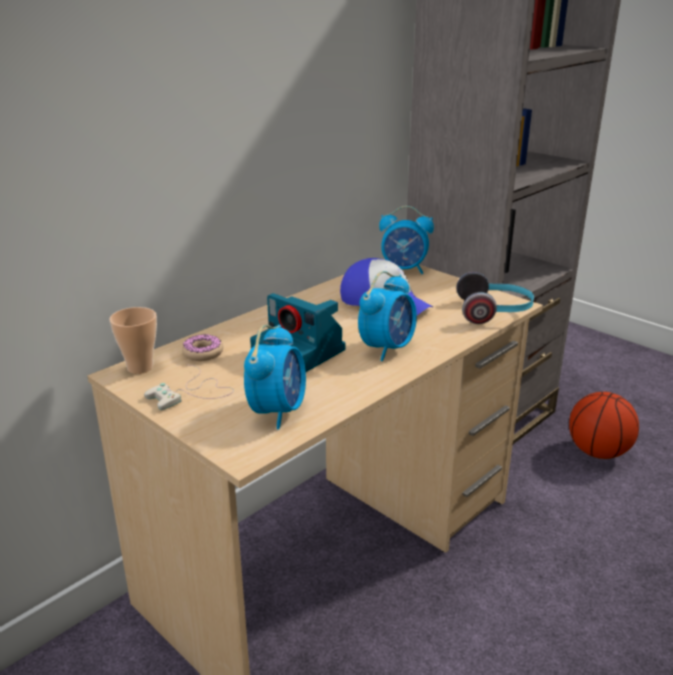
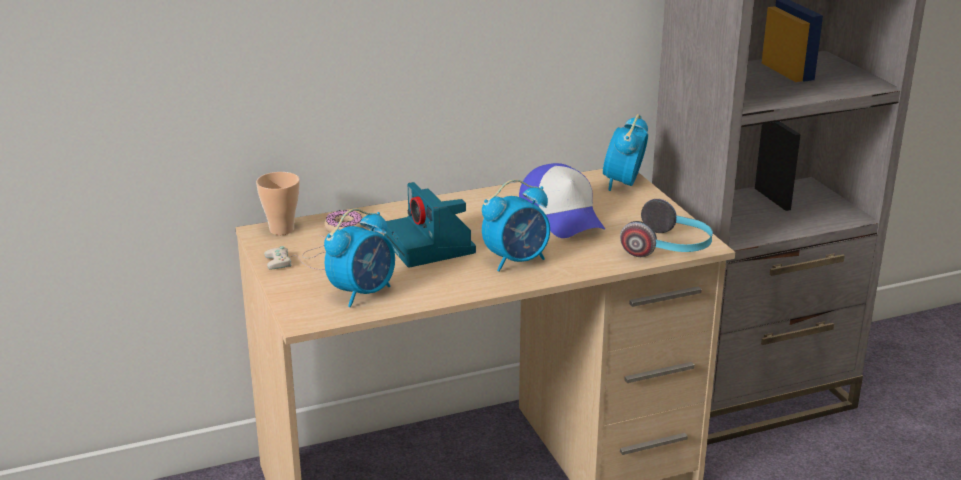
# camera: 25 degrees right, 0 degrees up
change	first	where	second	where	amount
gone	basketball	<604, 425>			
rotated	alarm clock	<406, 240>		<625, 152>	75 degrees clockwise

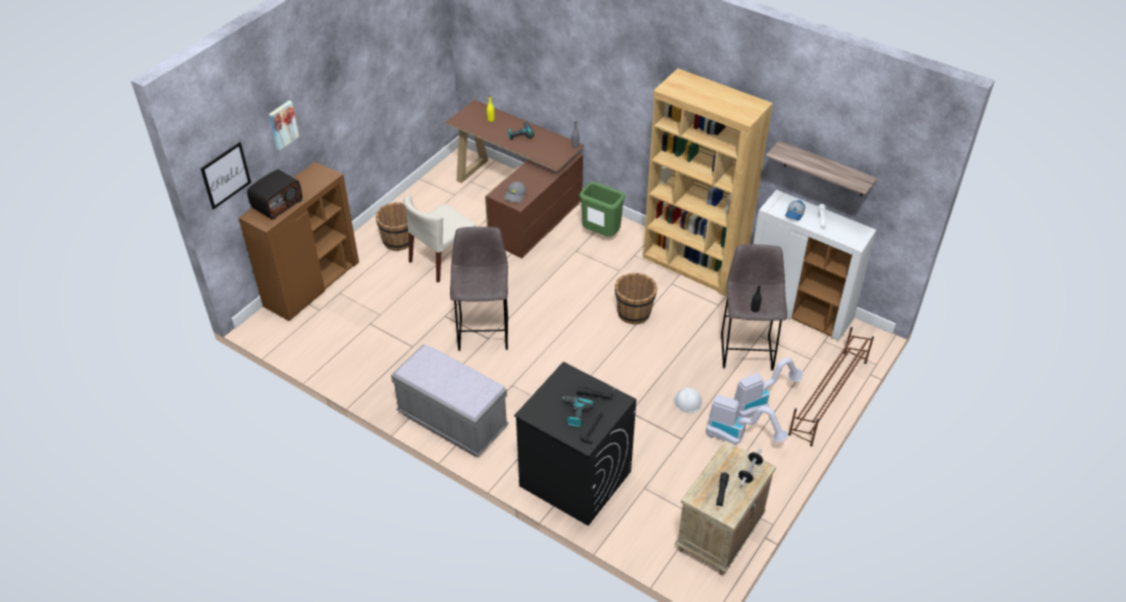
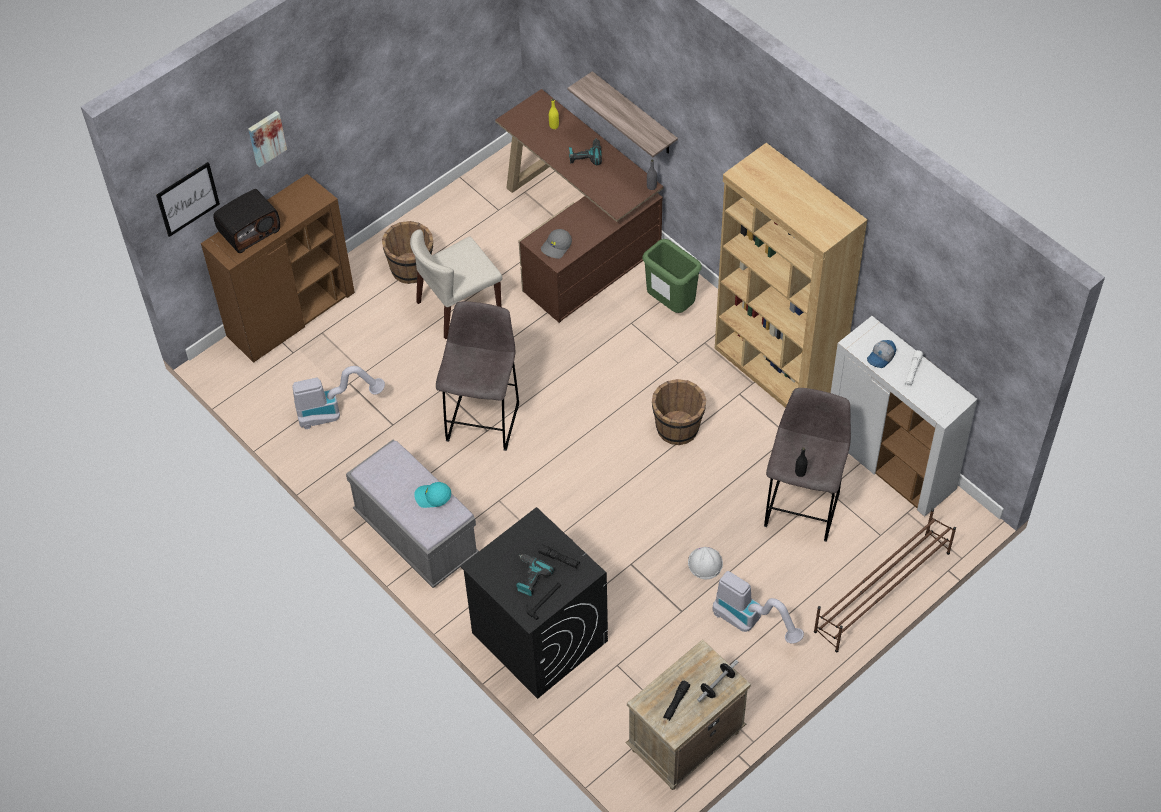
# camera: 15 degrees right, 10 degrees up
change	first	where	second	where	amount
new			turquoise cap	<432, 495>	
shifted	vacuum cleaner	<767, 387>		<338, 397>	
shifted	shelf	<822, 168>		<623, 114>	

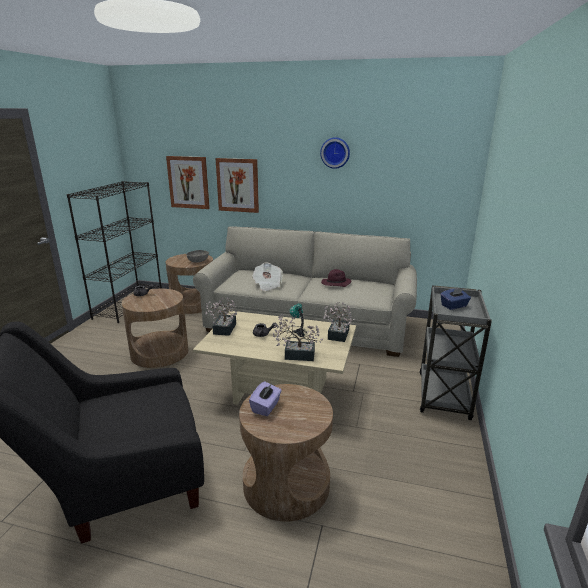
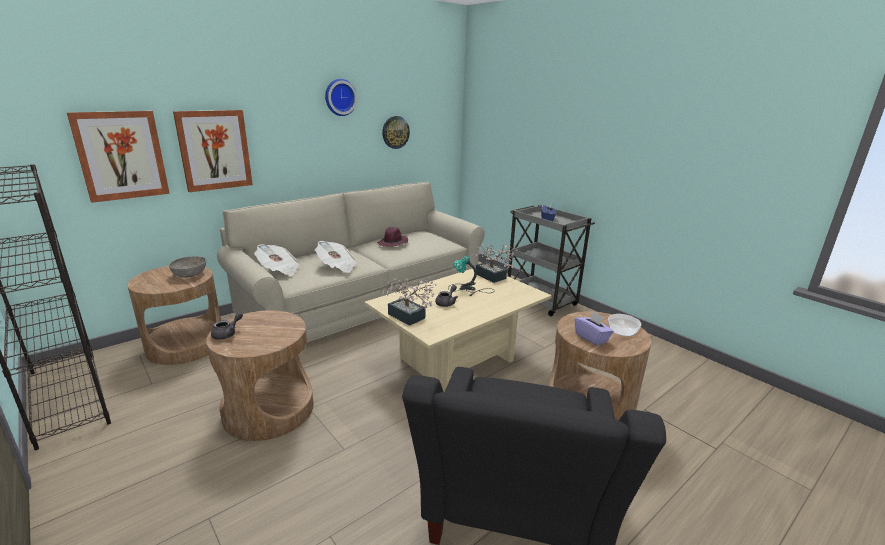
# camera: 55 degrees left, 0 degrees up
change	first	where	second	where	amount
gone	potted plant	<298, 337>			
new			newspaper	<277, 260>	
new			wall clock	<396, 132>	
new			bowl	<624, 325>	

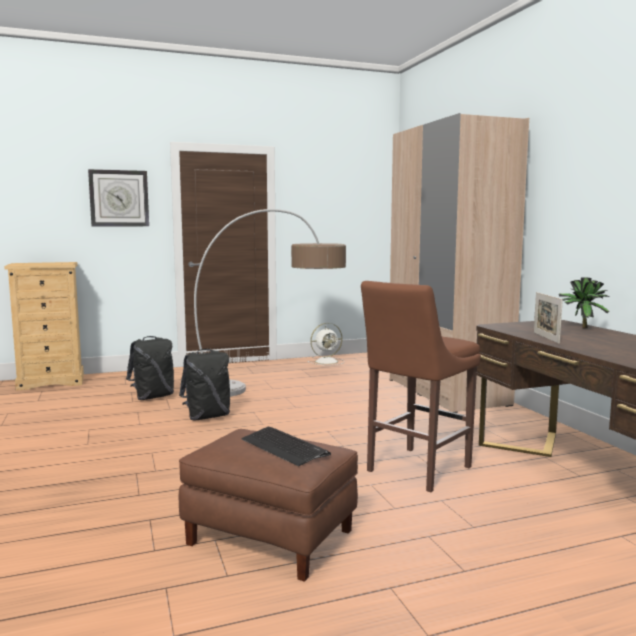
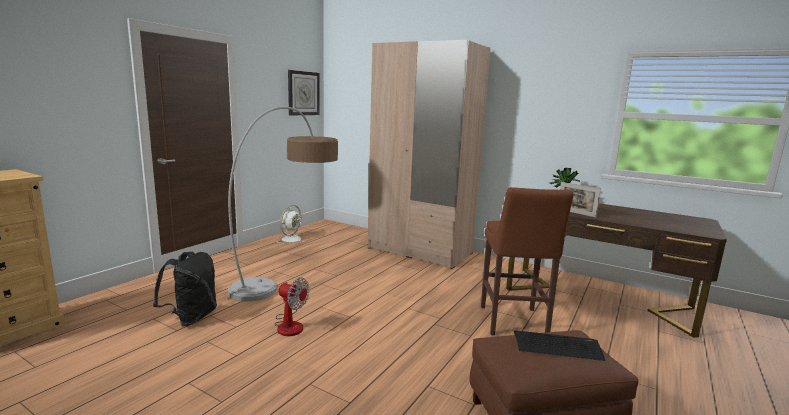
# camera: 40 degrees left, 5 degrees up
change	first	where	second	where	amount
shifted	wall clock	<118, 197>		<304, 92>	
swapped	black backpack	<204, 385>	fan	<291, 306>	

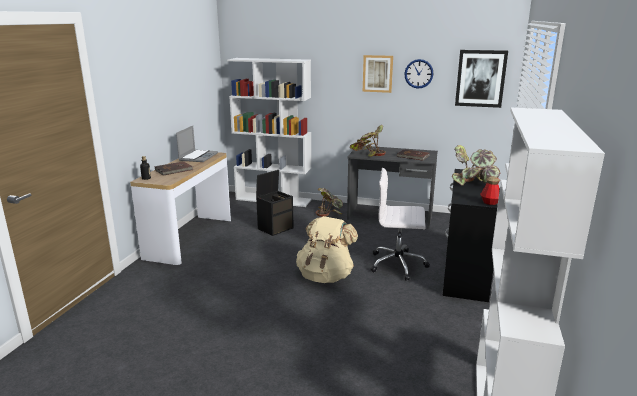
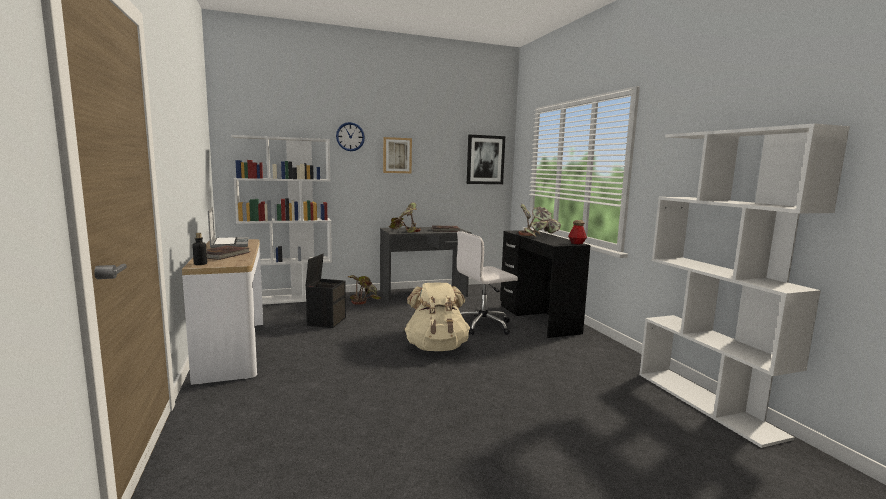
# camera: 35 degrees left, 10 degrees down
change	first	where	second	where	amount
shifted	wall clock	<419, 74>		<350, 136>	

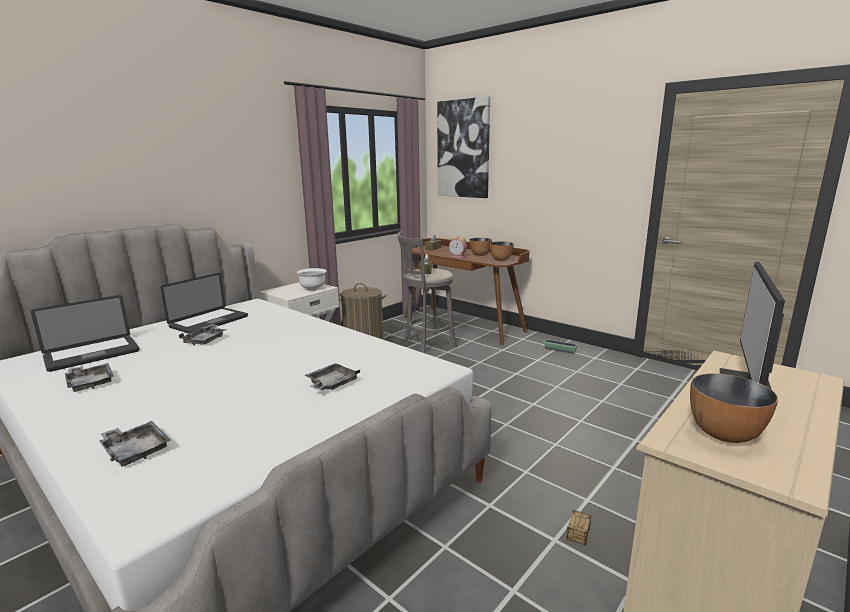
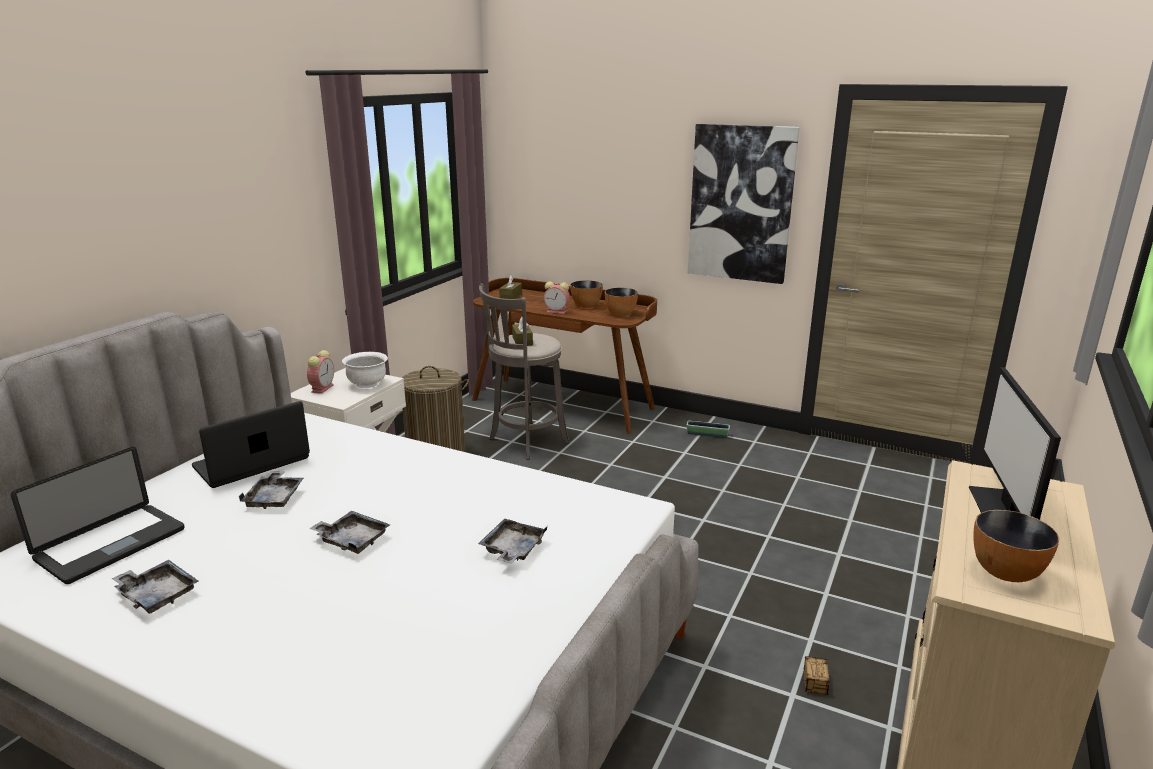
# camera: 15 degrees left, 5 degrees up
change	first	where	second	where	amount
new			alarm clock	<320, 372>	
shifted	grey tray	<135, 444>		<349, 532>	
shifted	picture	<463, 147>		<744, 204>	
rotated	laptop	<204, 303>		<251, 444>	150 degrees counterclockwise

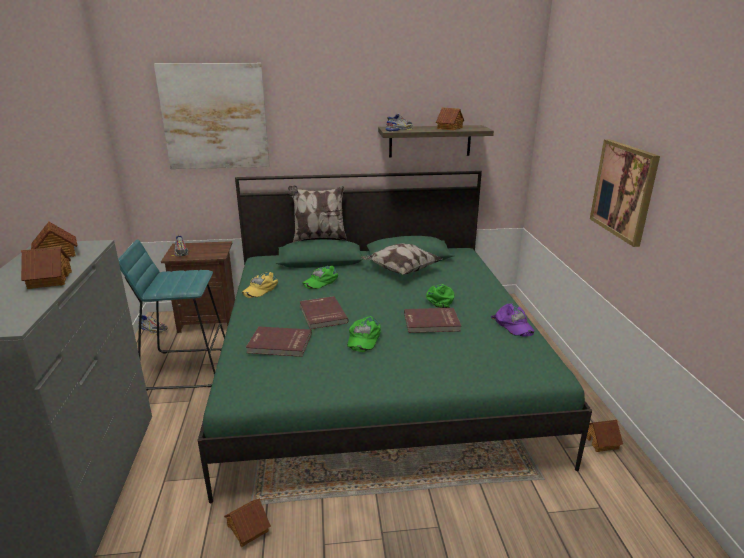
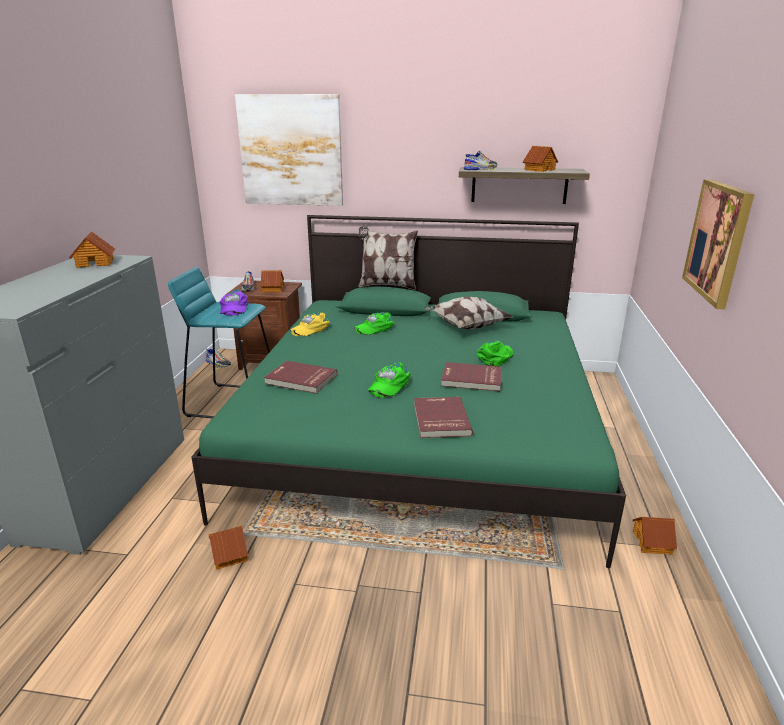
# camera: 15 degrees right, 0 degrees up
change	first	where	second	where	amount
shifted	toy house	<46, 268>		<272, 281>	
shifted	red book	<324, 312>		<443, 417>	
shifted	purple cap	<513, 320>		<233, 302>	

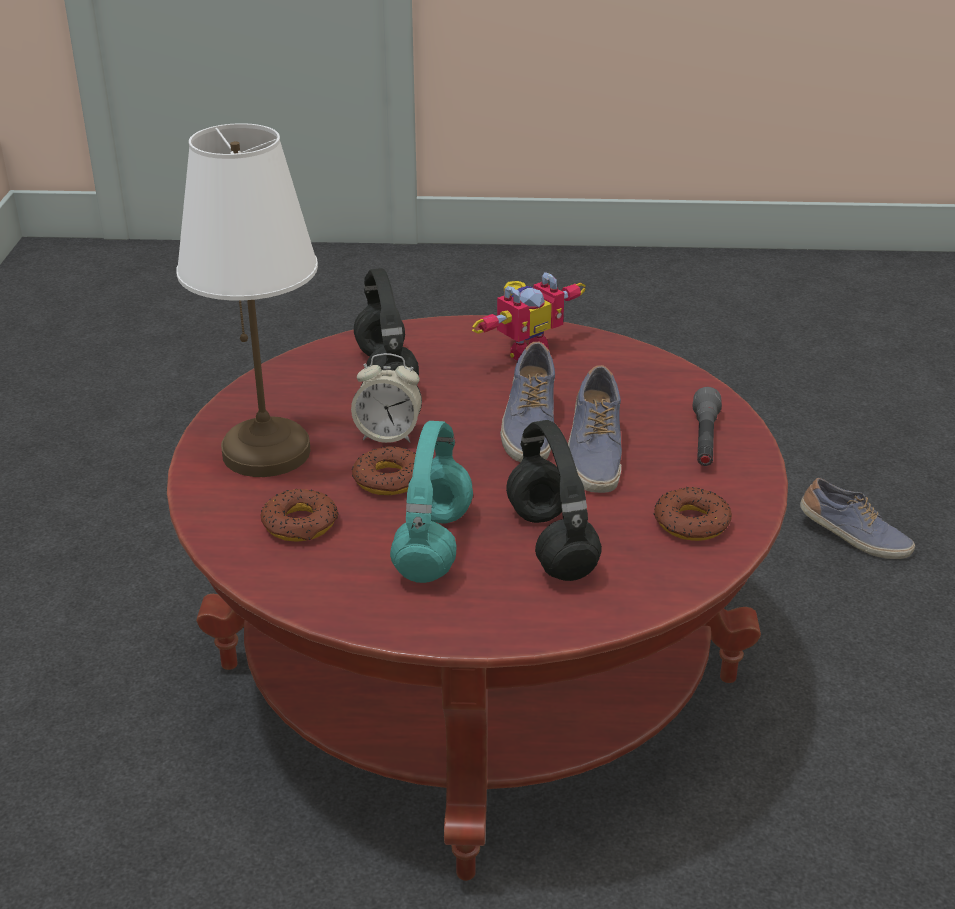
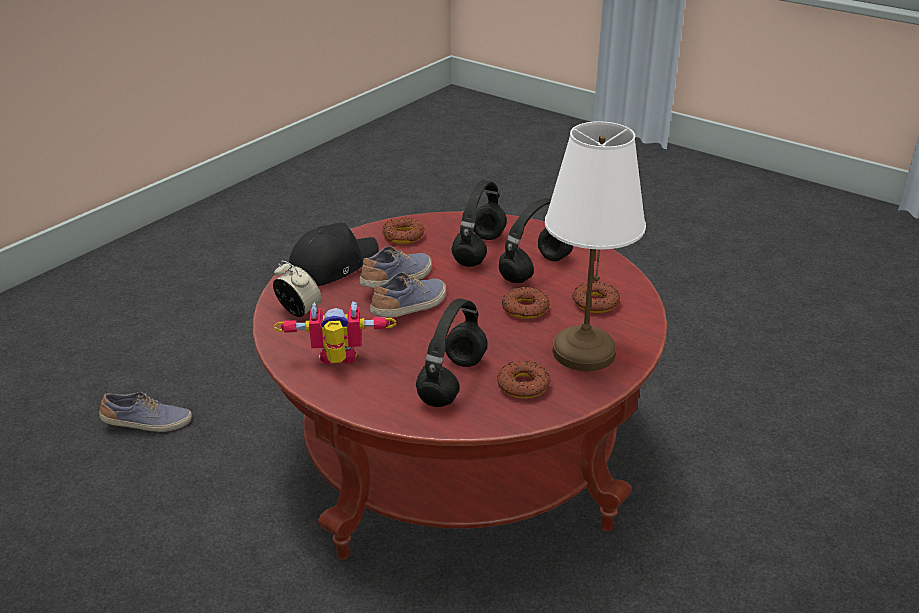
# camera: 145 degrees left, 0 degrees up
change	first	where	second	where	amount
new			donut	<523, 380>	
shifted	alarm clock	<386, 398>		<297, 288>	
swapped	grey flashlight	<707, 426>	black cap	<333, 254>	
repainted	turquoise headphones	<431, 502>	black headphones	<536, 240>	
rotated	shoe	<857, 518>		<145, 412>	105 degrees clockwise

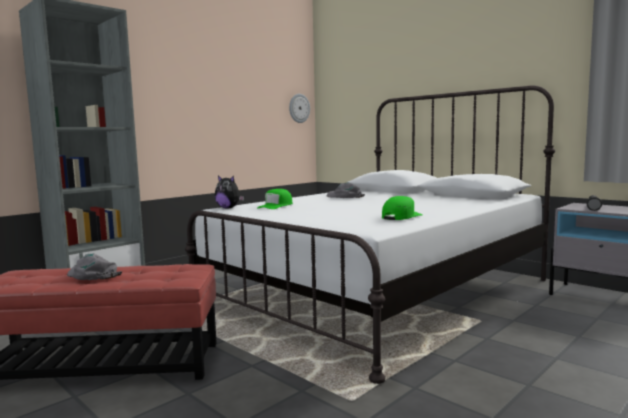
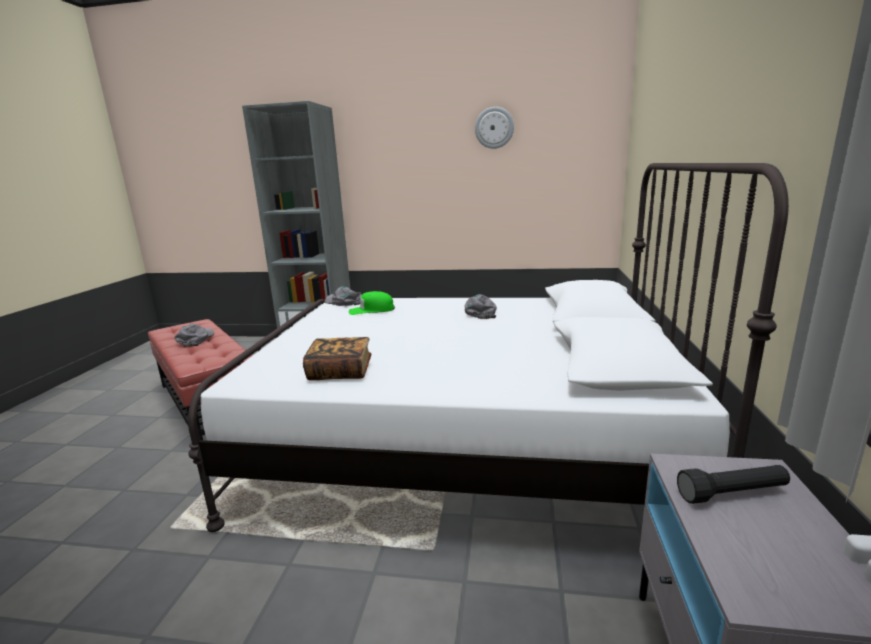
# camera: 55 degrees right, 10 degrees up
change	first	where	second	where	amount
shifted	wall clock	<299, 108>		<494, 128>	
swapped	plush toy	<229, 192>	grey cap	<343, 296>	
swapped	green cap	<402, 208>	book	<337, 358>	

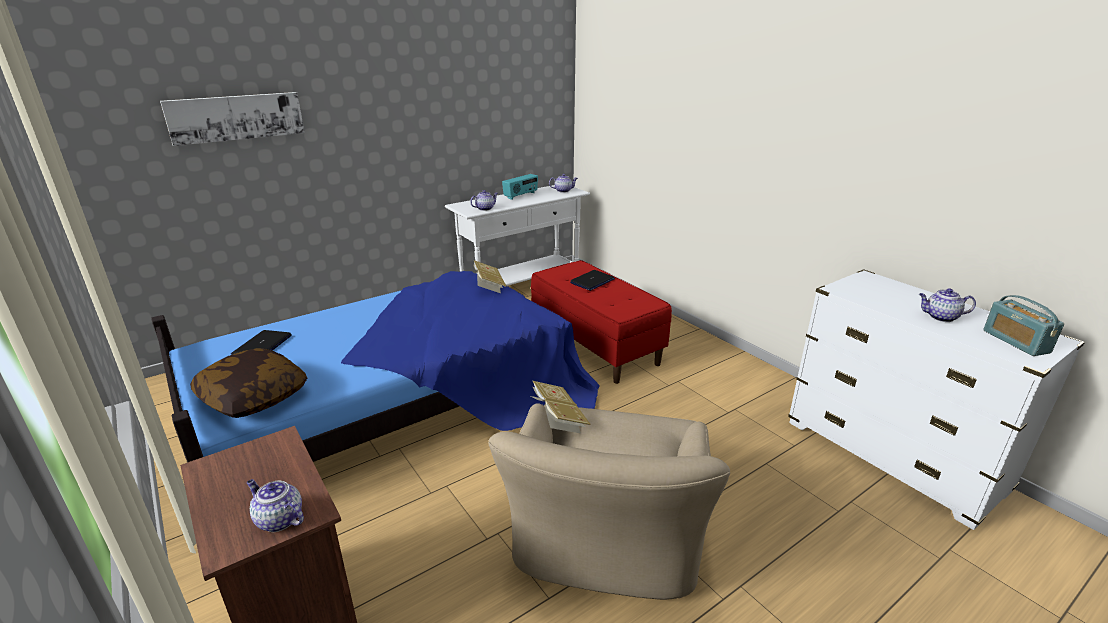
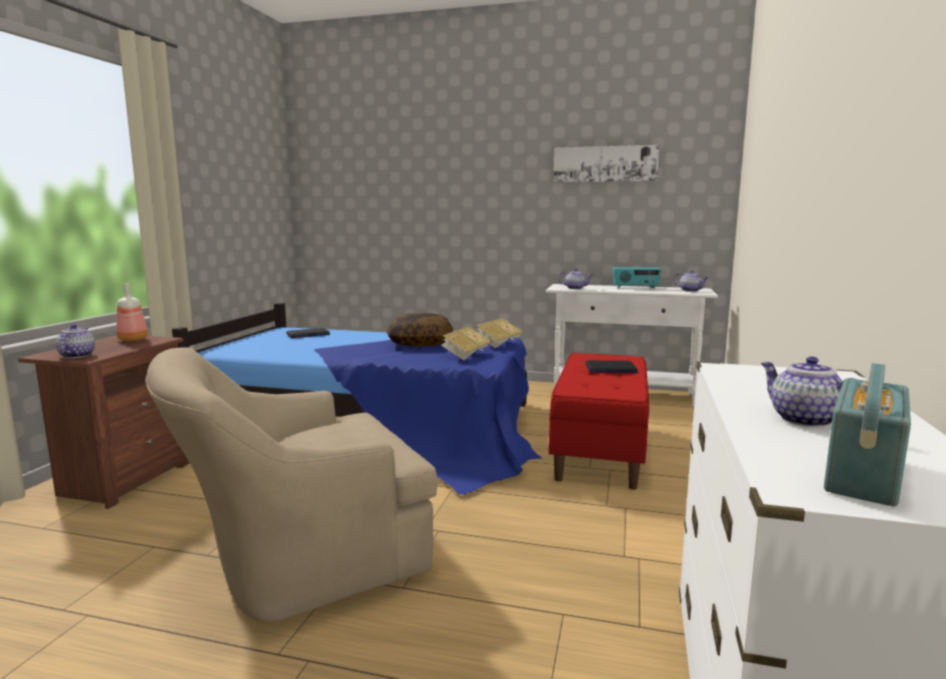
# camera: 50 degrees right, 15 degrees down
change	first	where	second	where	amount
new			bottle	<132, 312>	
shifted	picture	<232, 119>		<606, 164>	
shifted	pillow	<248, 383>		<419, 330>	
shifted	book	<561, 407>		<466, 343>	

